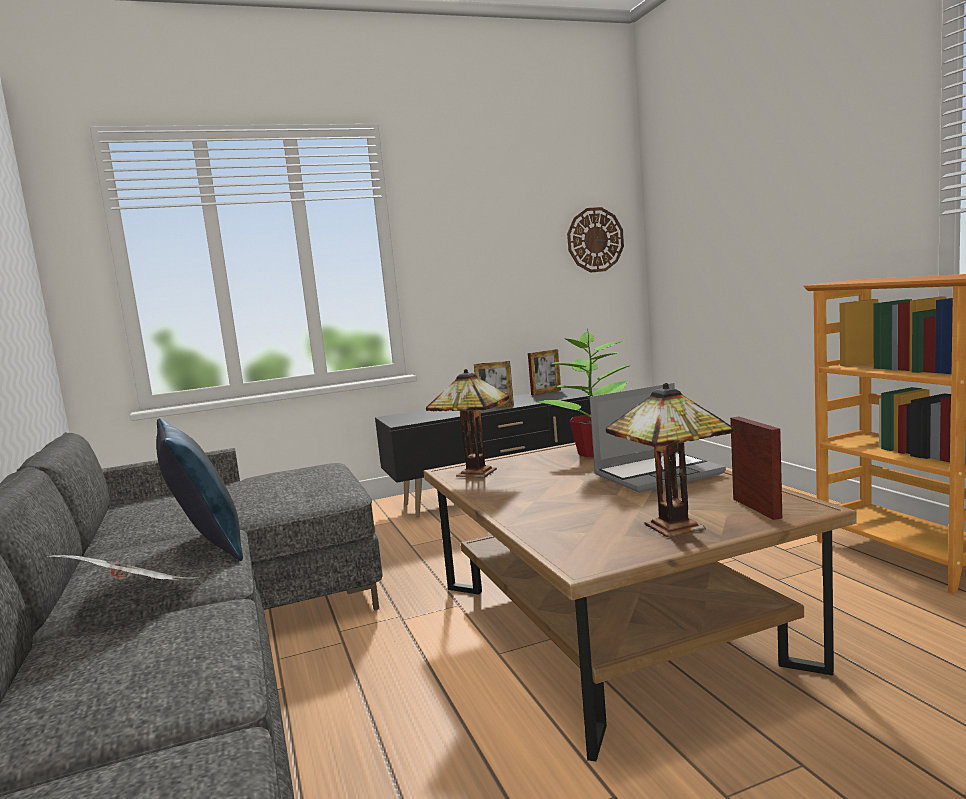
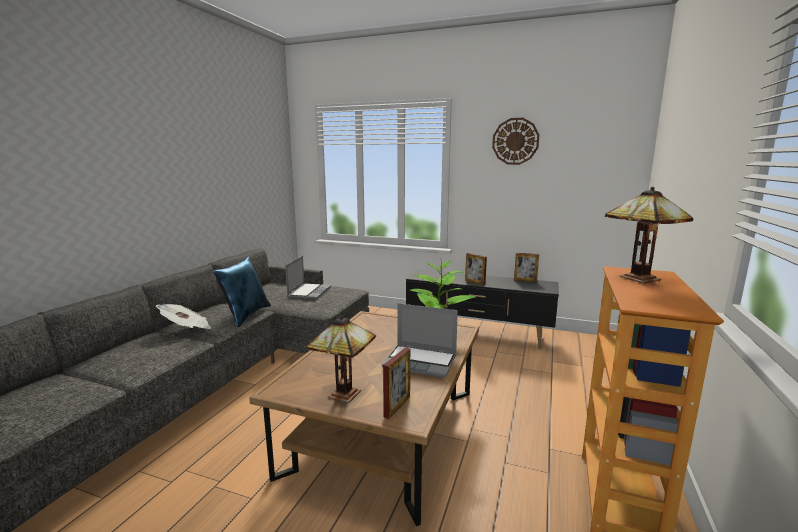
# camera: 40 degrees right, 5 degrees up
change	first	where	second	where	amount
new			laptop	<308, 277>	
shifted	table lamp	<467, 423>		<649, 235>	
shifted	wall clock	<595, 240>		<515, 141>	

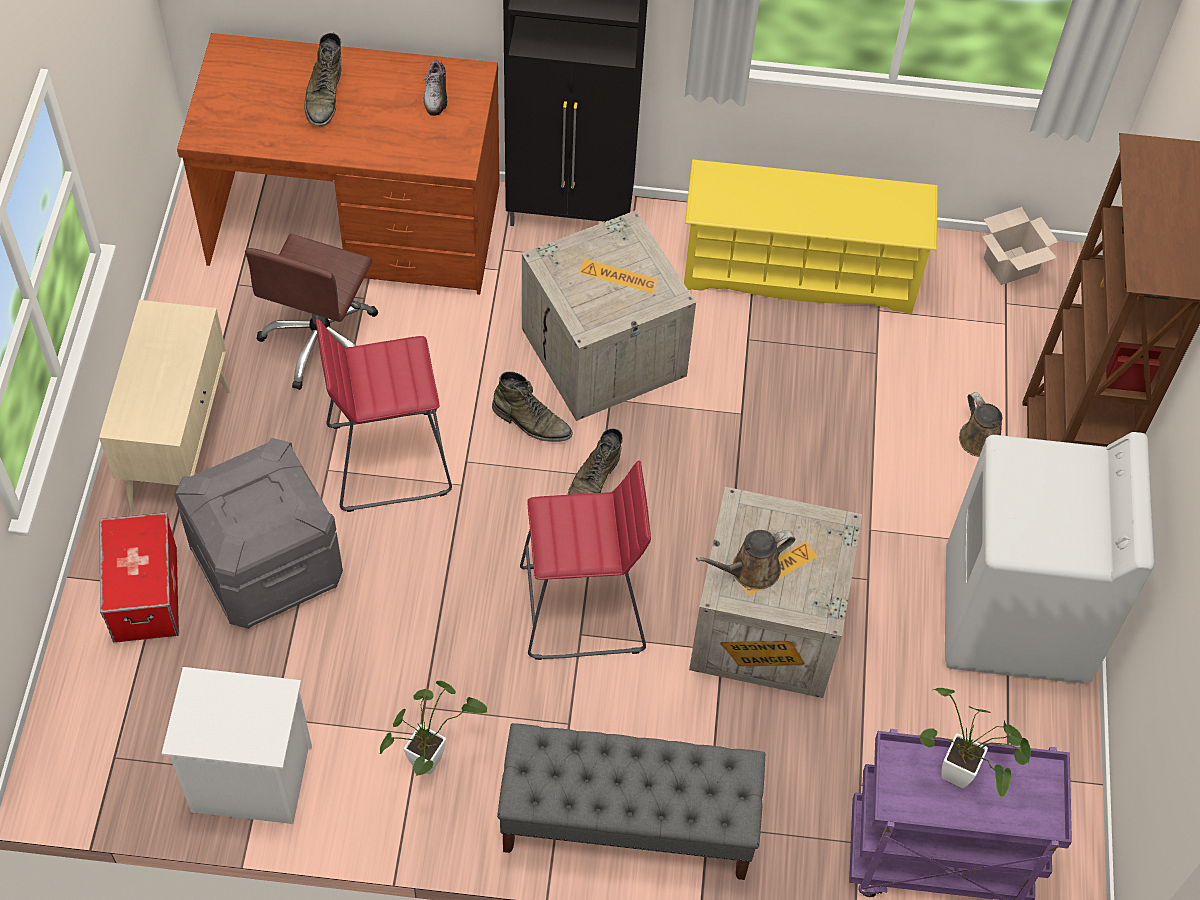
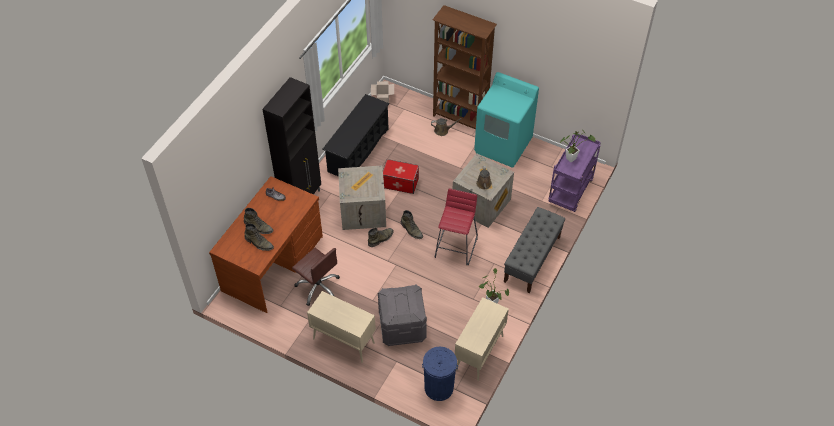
# camera: 65 degrees left, 5 degrees down
change	first	where	second	where	amount
gone	red stool	<384, 415>			
new			green boot	<259, 237>	
new			blue trash can	<440, 374>	
shifted	storage box	<139, 578>		<401, 176>	
swapped	white nightstand	<237, 745>	beige cabinet	<482, 339>	
repainted	yellow shoe rack	<811, 236>	black shoe rack	<356, 135>	
repainted	white washing machine	<1049, 558>	turquoise washing machine	<506, 120>	

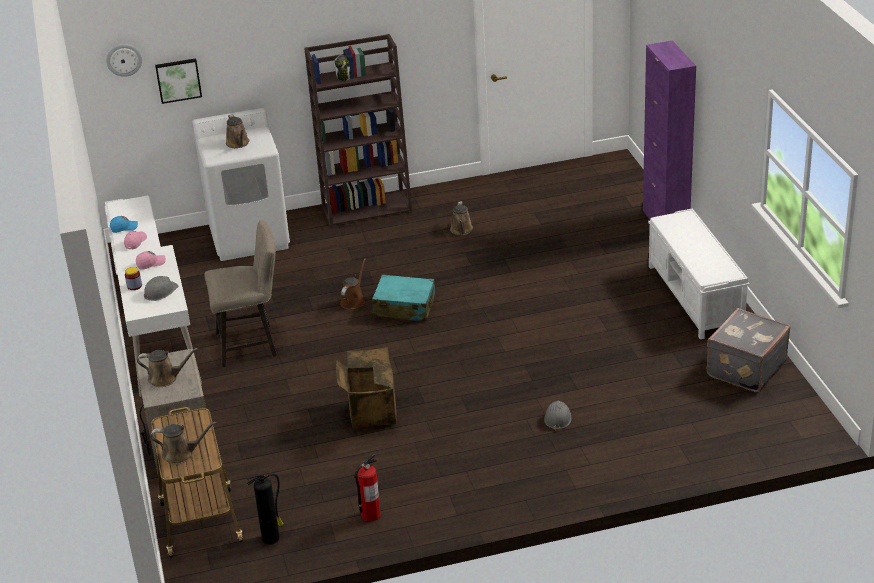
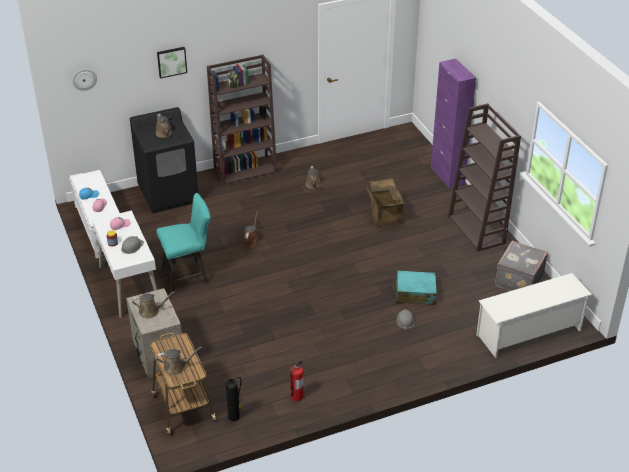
# camera: 10 degrees left, 5 degrees up
change	first	where	second	where	amount
new			white shoe rack	<534, 315>	
shifted	picture	<178, 81>		<172, 63>	
shifted	cardboard box	<366, 388>		<386, 202>	
shifted	turquoise suitcase	<403, 298>		<415, 287>	
swapped	white bench	<698, 273>	brown bookcase	<484, 177>	
repainted	white washing machine	<241, 184>	black washing machine	<164, 160>	
repainted	beige stool	<240, 293>	turquoise stool	<183, 242>	

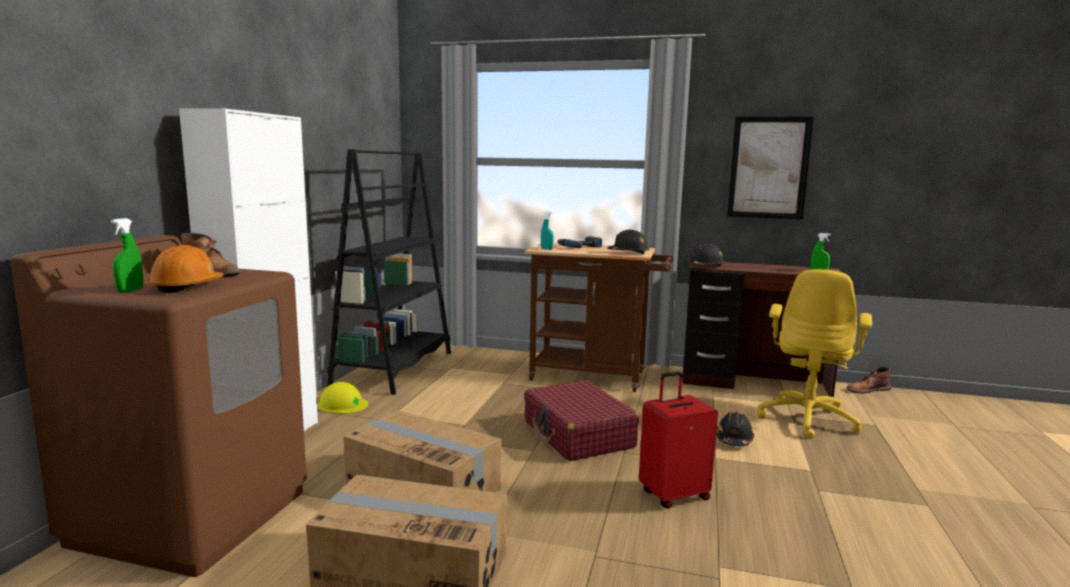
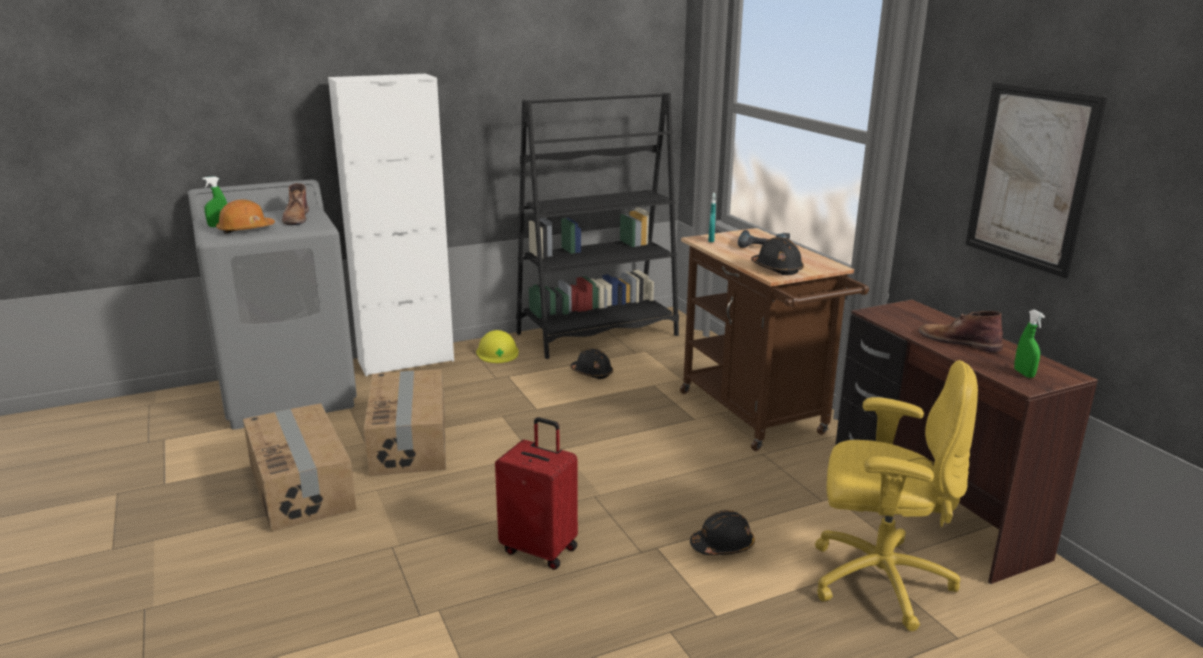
# camera: 50 degrees right, 10 degrees up
change	first	where	second	where	amount
gone	red suitcase	<581, 420>			
shifted	black hard hat	<704, 255>		<591, 363>	
shifted	brown boot	<868, 380>		<961, 331>	
repainted	brown washing machine	<159, 406>	grey washing machine	<272, 304>	
rotated	yellow office chair	<814, 354>		<896, 495>	150 degrees counterclockwise

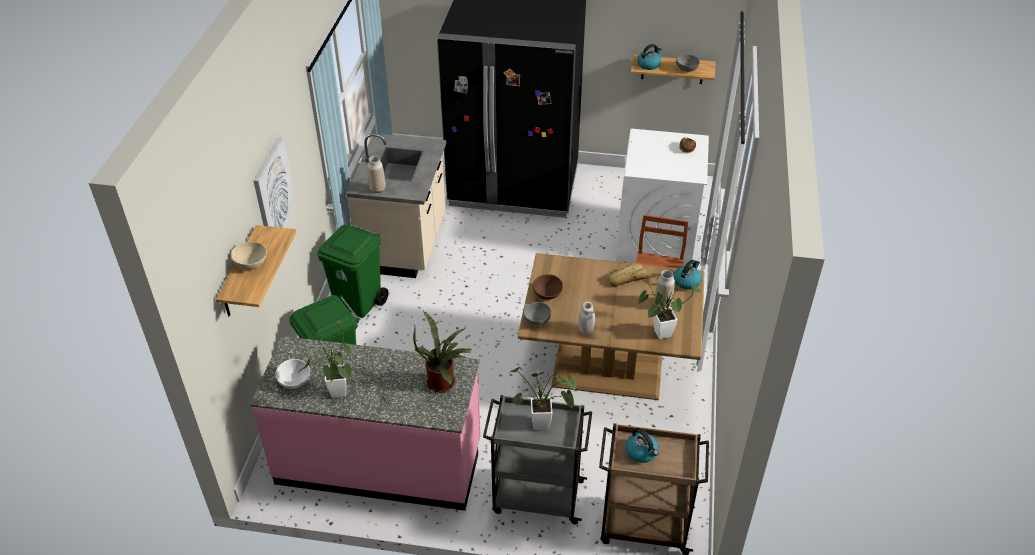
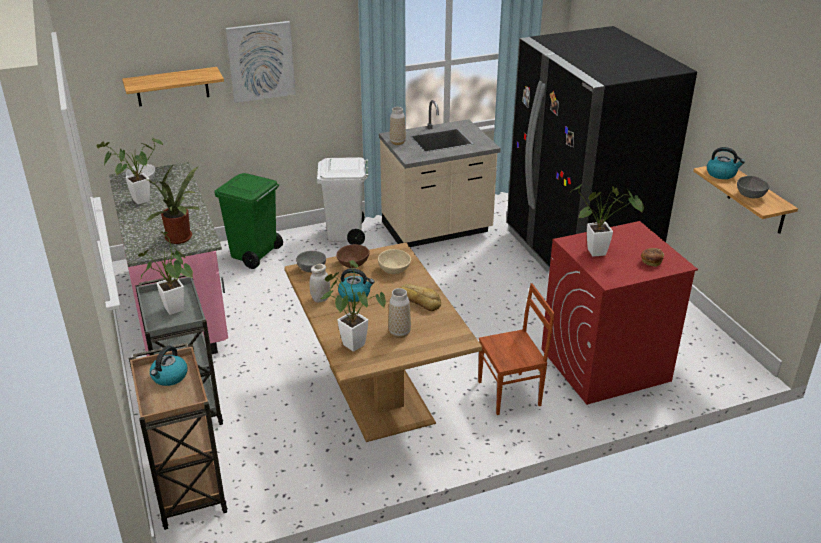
# camera: 60 degrees right, 10 degrees down
change	first	where	second	where	amount
new			potted plant	<606, 220>	
shifted	beige bowl	<249, 256>		<394, 261>	
shifted	kettle	<688, 275>		<356, 285>	
repainted	green trash can	<353, 270>	white trash can	<342, 201>	
repainted	white washing machine	<662, 197>	red washing machine	<620, 313>	

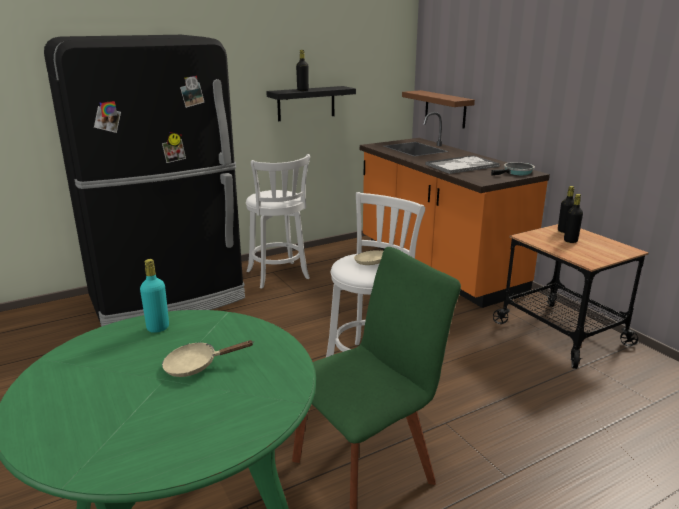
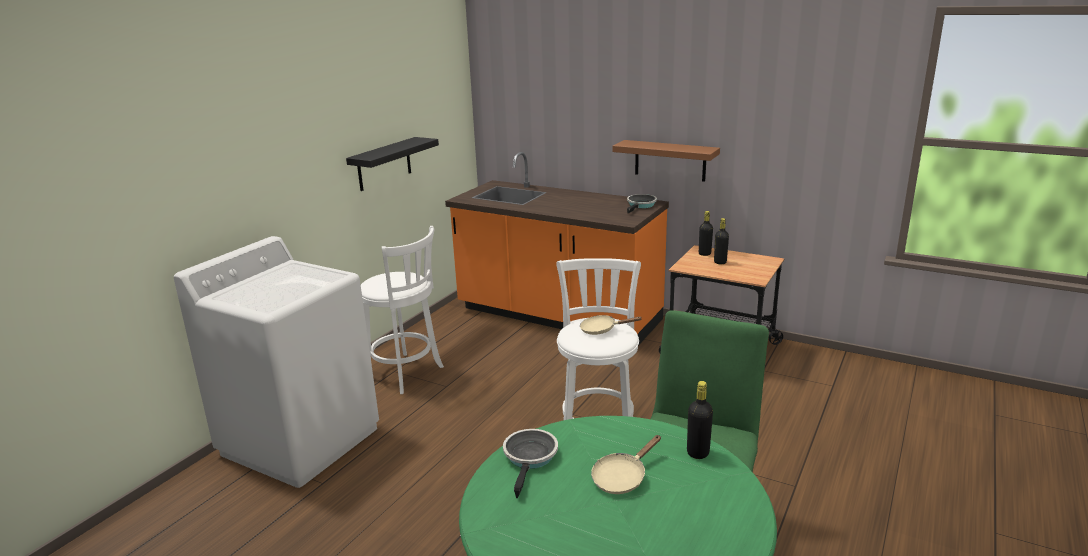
# camera: 30 degrees left, 0 degrees up
change	first	where	second	where	amount
gone	tray	<462, 164>			
shifted	black bottle	<302, 70>		<700, 420>	
shifted	brown shelf	<438, 109>		<666, 161>	
swapped	black fridge	<144, 181>	white washing machine	<276, 362>	
swapped	turquoise bottle	<154, 296>	frying pan	<530, 463>	

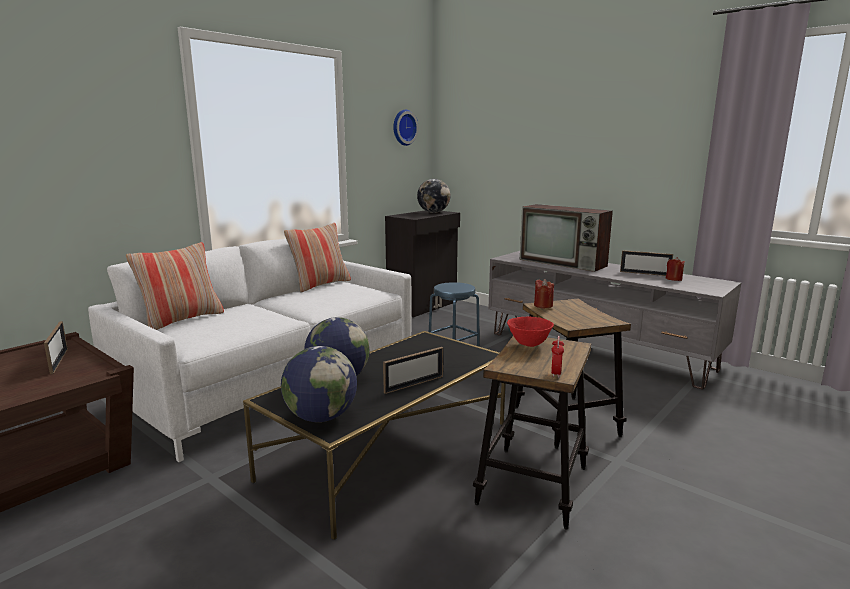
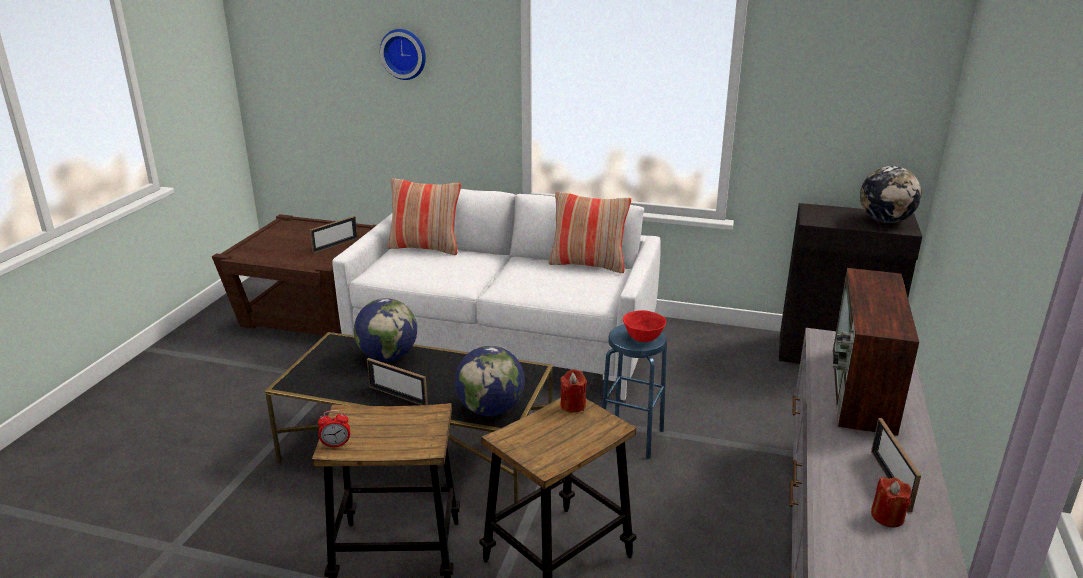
# camera: 65 degrees right, 10 degrees up
change	first	where	second	where	amount
shifted	globe	<319, 384>		<490, 381>	
shifted	wall clock	<406, 128>		<403, 54>	
shifted	red bowl	<530, 332>		<644, 326>	

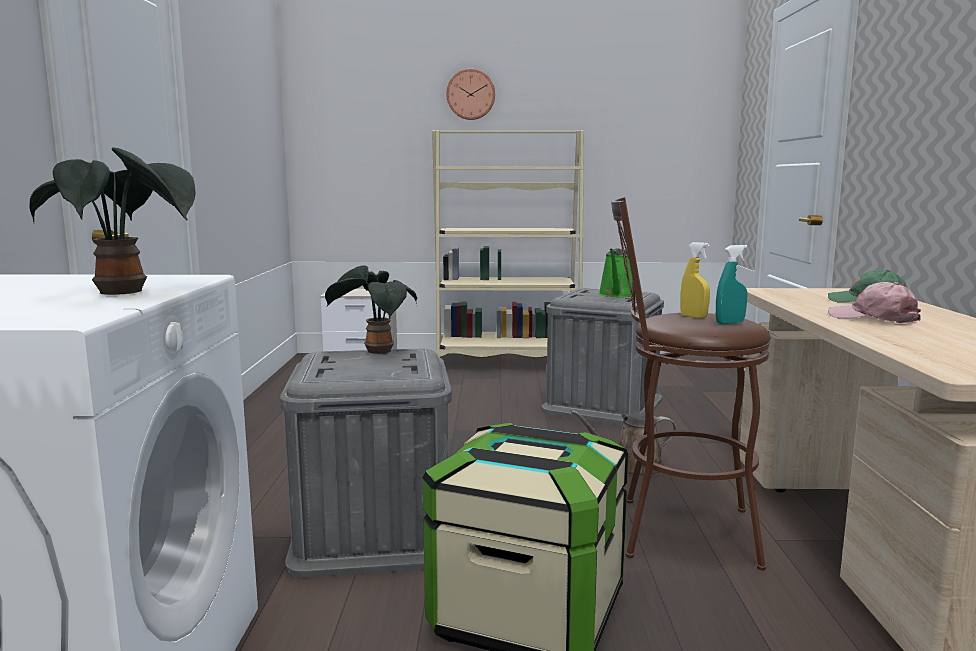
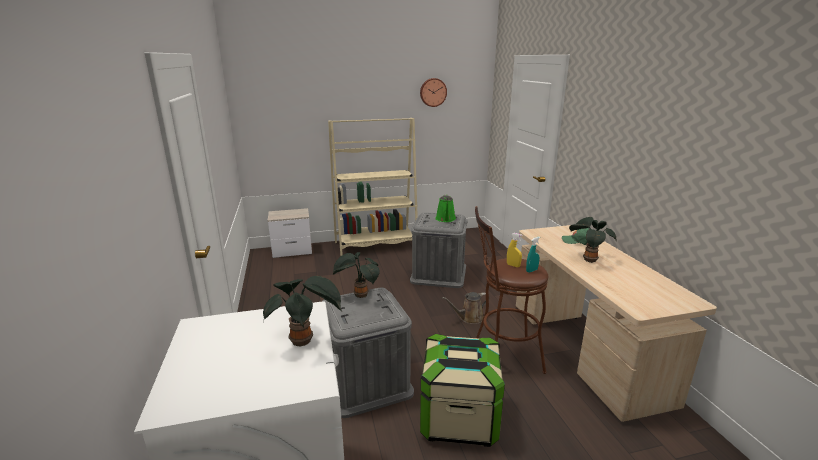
# camera: 15 degrees left, 10 degrees up
change	first	where	second	where	amount
shifted	wall clock	<470, 94>		<433, 92>	
swapped	pink cap	<874, 302>	potted plant	<592, 240>	

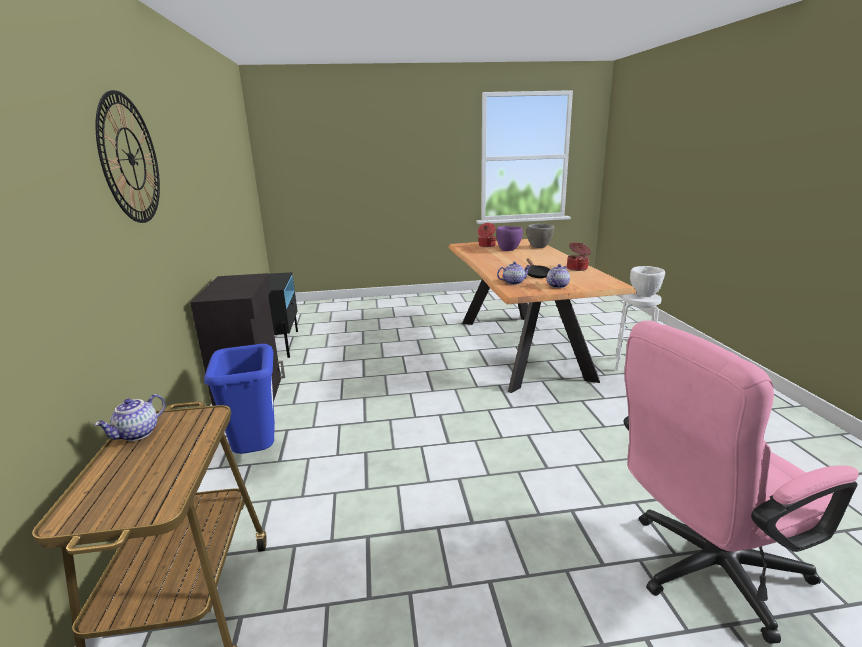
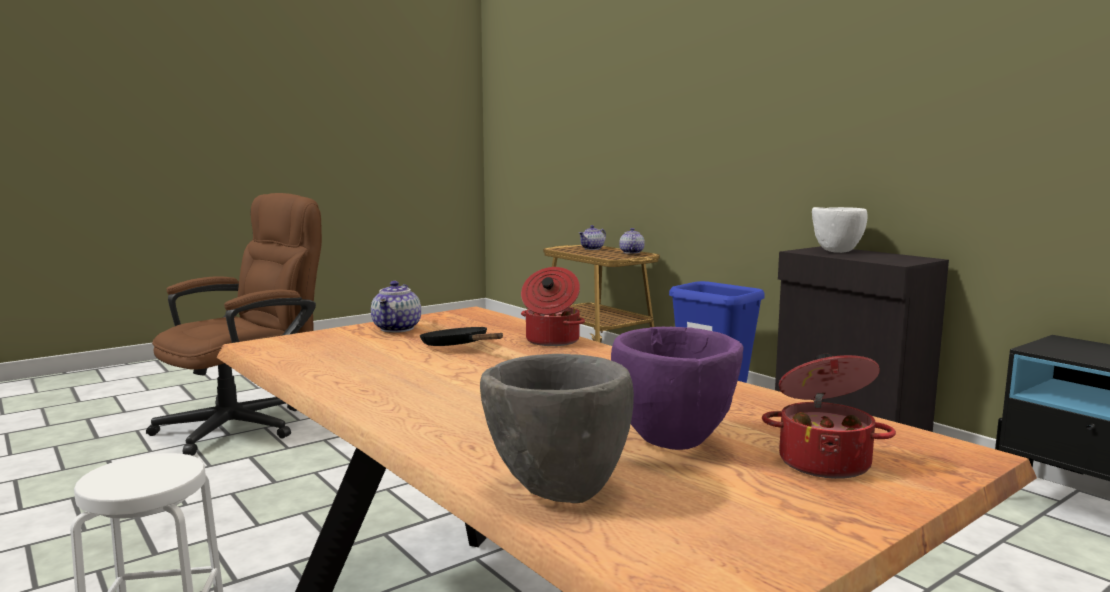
# camera: 150 degrees right, 10 degrees down
change	first	where	second	where	amount
gone	wall clock	<127, 156>			
shifted	teapot	<514, 273>		<592, 237>	
shifted	cooking pot	<579, 256>		<553, 306>	
shifted	white bowl	<647, 281>		<839, 230>	
repainted	pink office chair	<741, 482>	brown office chair	<234, 324>	

